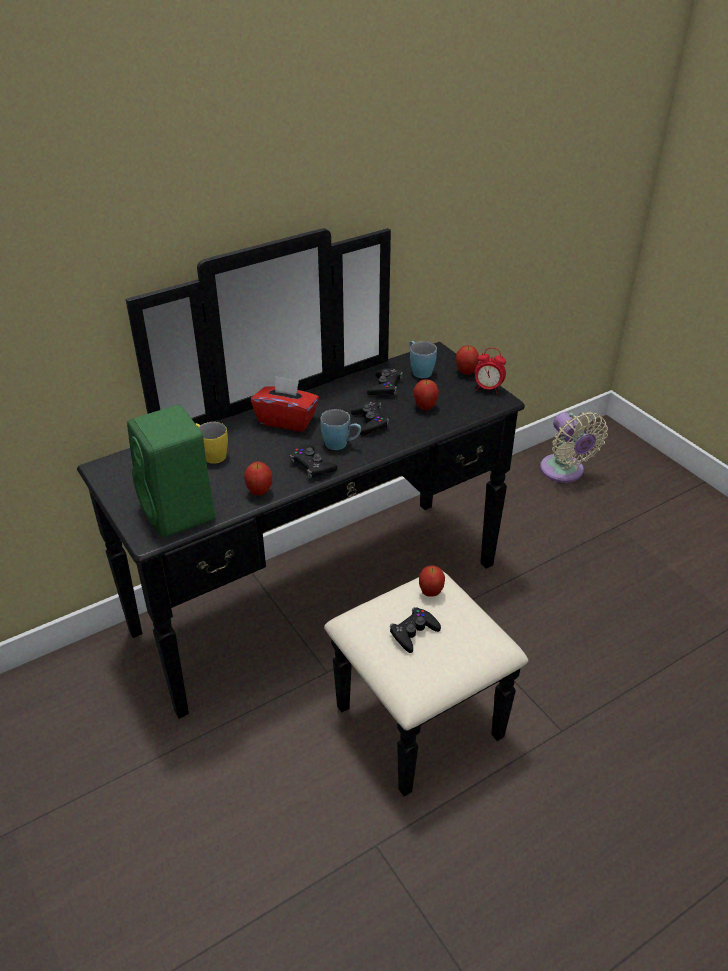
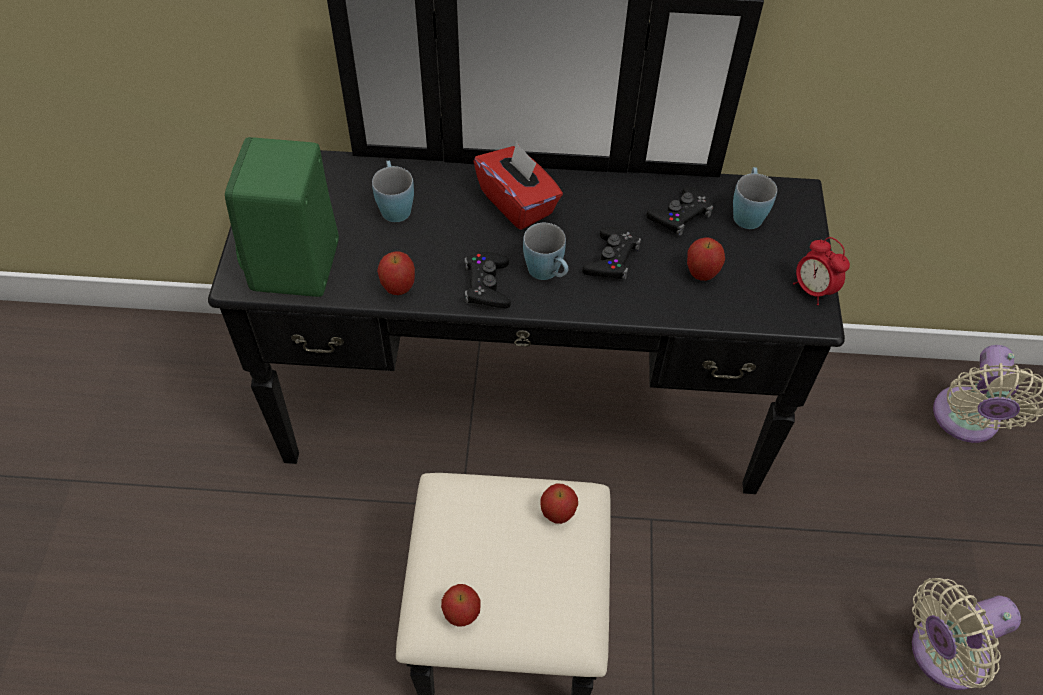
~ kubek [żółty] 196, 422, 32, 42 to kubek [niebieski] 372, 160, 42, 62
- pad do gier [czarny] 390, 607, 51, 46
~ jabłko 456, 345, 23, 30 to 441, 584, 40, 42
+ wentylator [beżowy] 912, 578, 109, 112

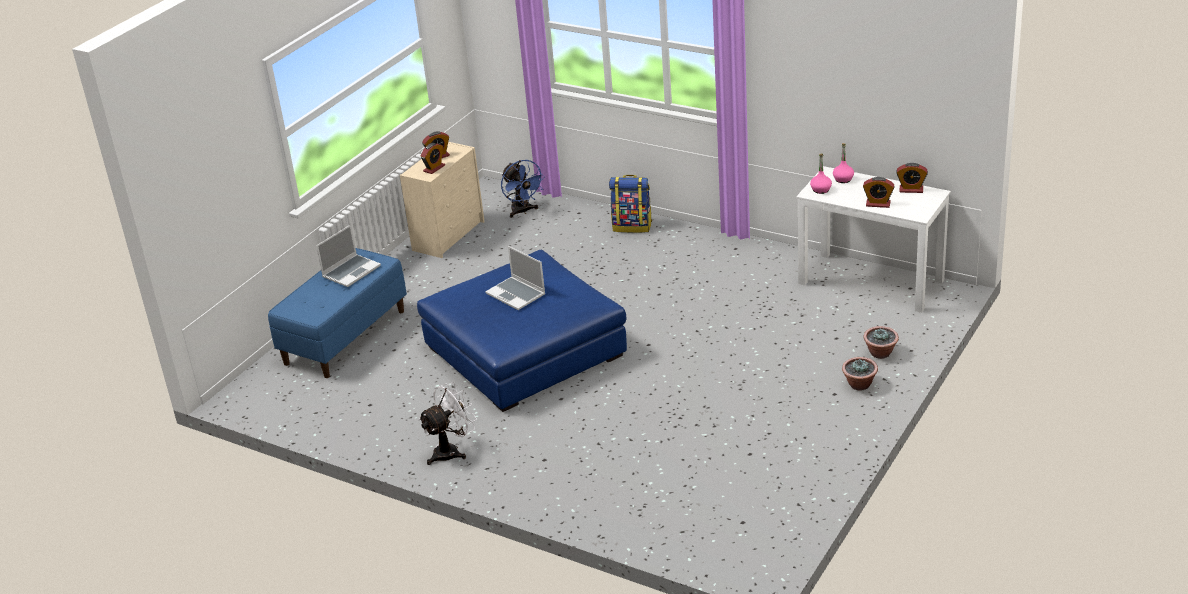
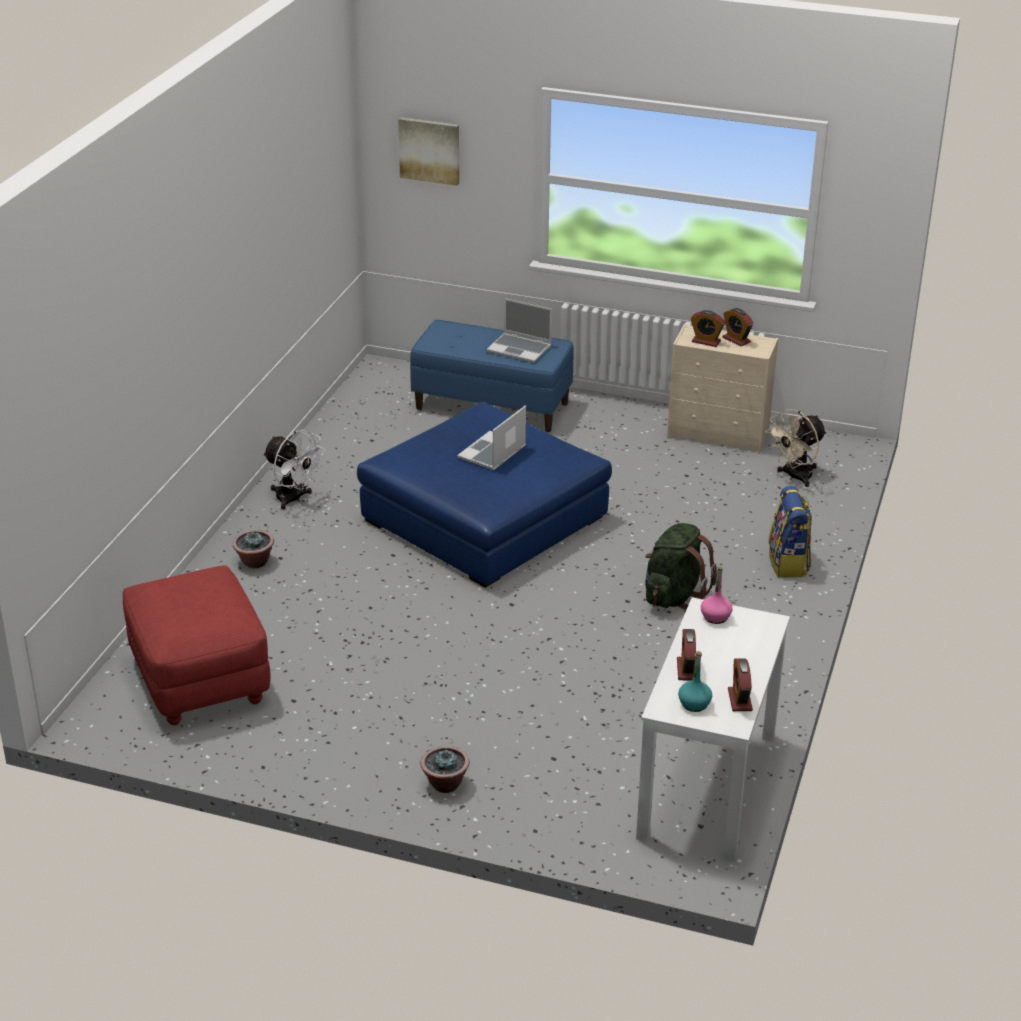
~ wentylator [niebieski] 501, 160, 44, 58 to wentylator [beżowy] 765, 409, 62, 78
- butelka [różowy] 833, 143, 21, 40
~ roślina doniczkowa 863, 326, 36, 33 to 233, 530, 41, 38
+ pufa [czerwony] 123, 565, 148, 160
+ obraz 398, 117, 61, 69
+ plecak [zielony] 645, 523, 72, 87
+ butelka [turkusowy] 678, 651, 34, 61

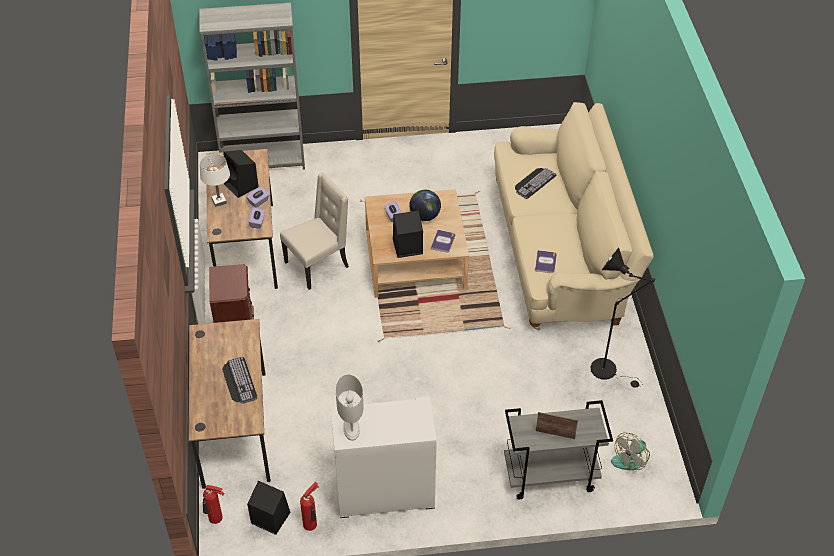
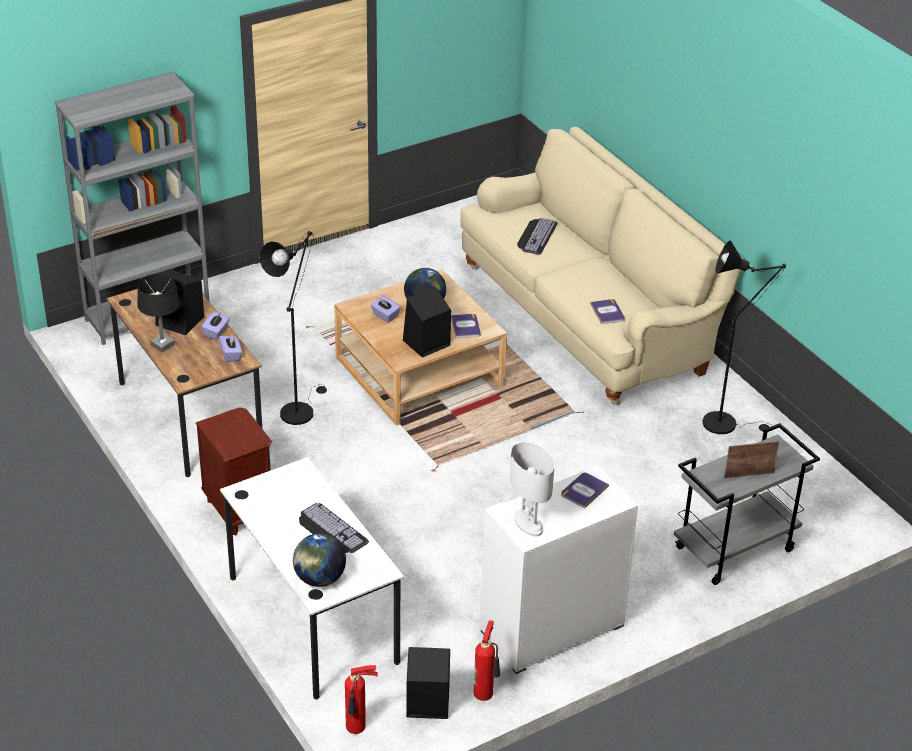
~ biurko [brązowy] 189, 319, 82, 170 to biurko [biały] 220, 457, 184, 243
~ lampa stołowa [biały] 200, 154, 30, 53 to lampa stołowa [czarny] 137, 274, 43, 78
~ krzesło [beżowy] 280, 173, 69, 117 to lampa stojąca [czarny] 260, 231, 67, 194
- wentylator 611, 433, 39, 37
+ globus 293, 533, 53, 54
+ książka 561, 472, 48, 37

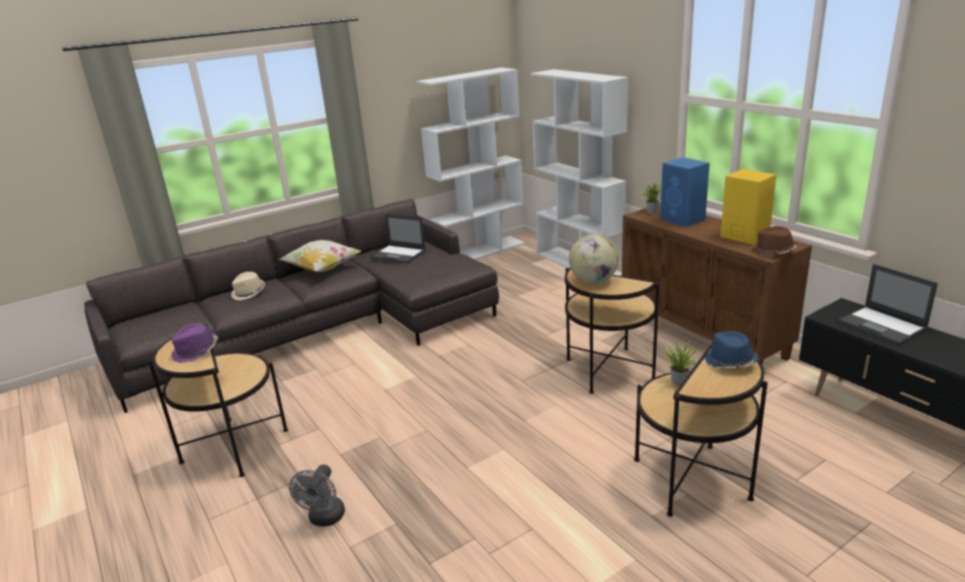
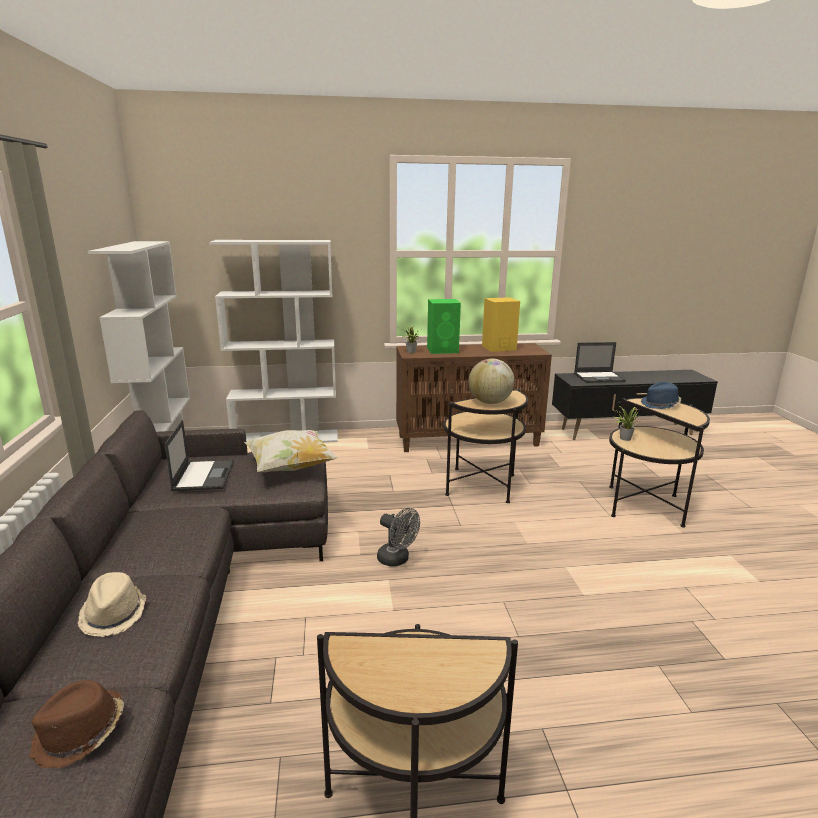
- kapelusz [fioletowy] 171, 323, 47, 40
~ poduszka 279, 240, 82, 32 to 244, 430, 94, 42
~ wentylator [szary] 289, 465, 56, 61 to 377, 508, 43, 59
~ laptop 370, 214, 56, 50 = 165, 420, 69, 71 60 degrees counterclockwise
~ głośnik [niebieski] 660, 157, 50, 70 to głośnik [zielony] 427, 299, 34, 55
~ kapelusz [brązowy] 751, 226, 47, 30 to 29, 680, 95, 88

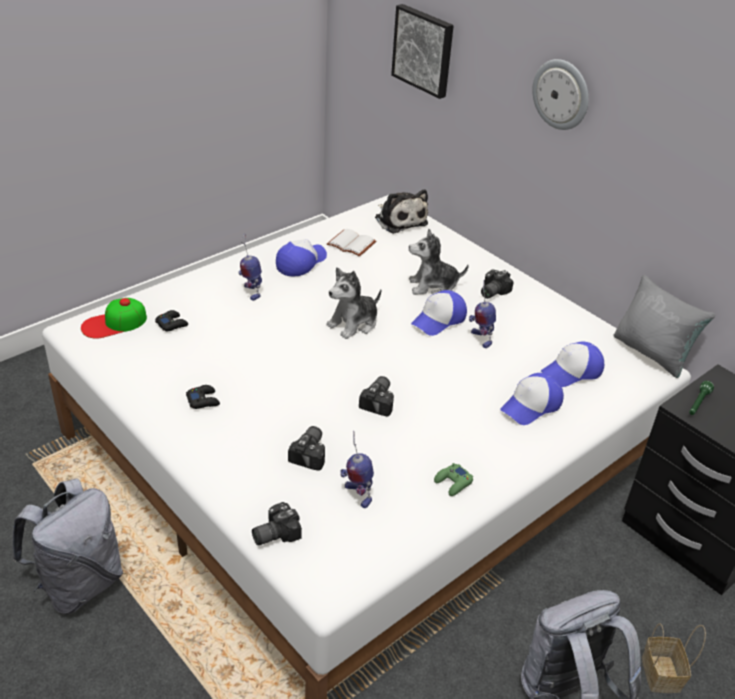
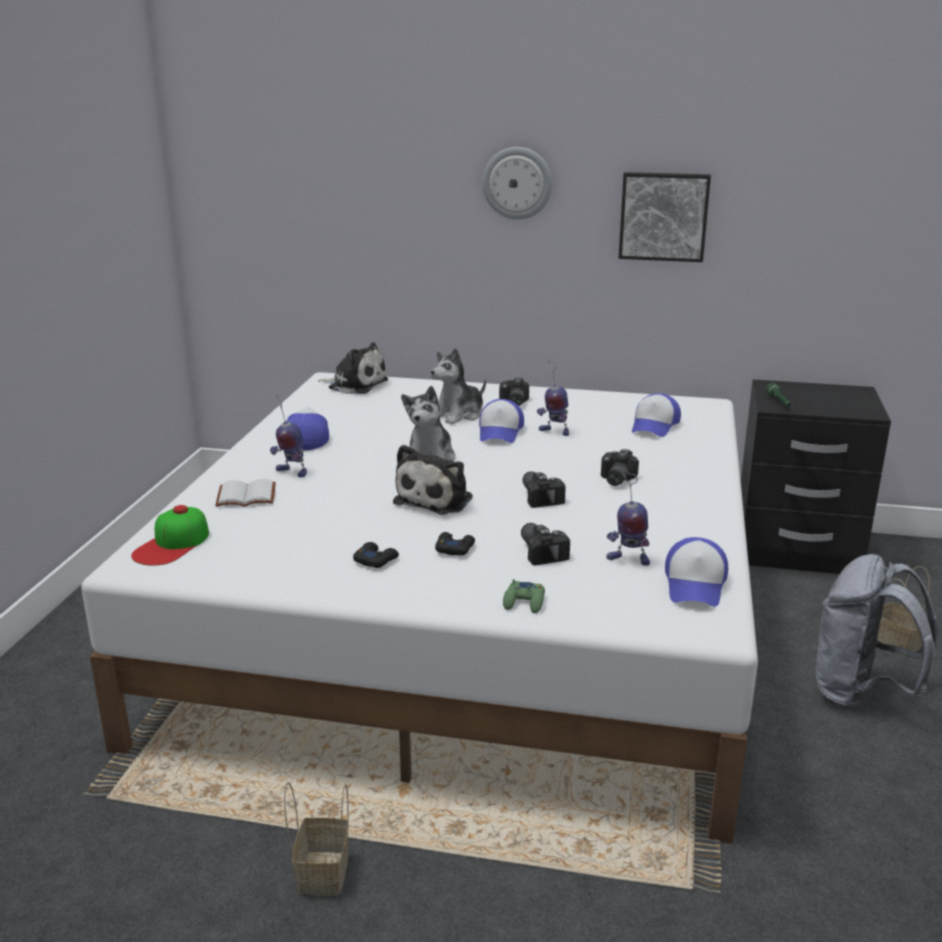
~ plecak [szary] 12, 478, 111, 136 to koszyk 284, 782, 65, 114
~ pad do gier [czarny] 155, 310, 33, 22 to 435, 532, 40, 23
~ aparat fotograficzny 252, 502, 50, 43 to 601, 449, 38, 37
~ książka [biały] 327, 229, 49, 28 to 215, 479, 61, 28
~ obraz 391, 4, 63, 95 to 619, 172, 92, 90
~ pad do gier [zielony] 434, 463, 39, 33 to 503, 579, 42, 34
~ czapka z daszkiem 500, 373, 64, 52 to 665, 537, 63, 70
- poduszka [szary] 613, 275, 103, 103
+ pluszak 393, 445, 80, 69

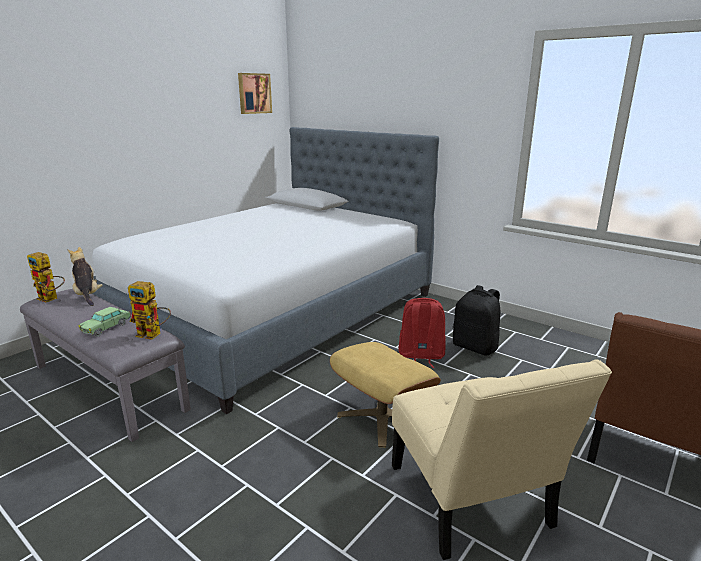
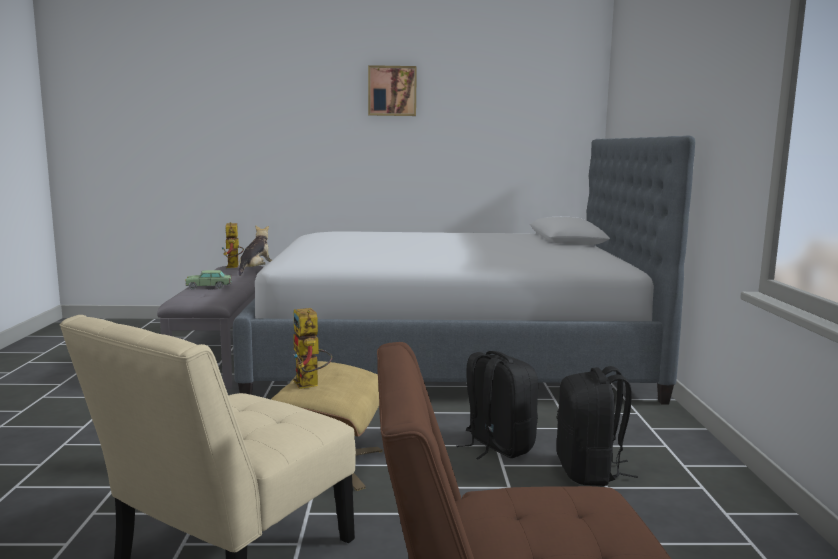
~ robot zabawkowy 128, 281, 43, 58 to 293, 308, 39, 81
~ obraz 238, 73, 34, 41 to 368, 65, 49, 51
~ plecak [czerwony] 398, 298, 48, 70 to plecak [czarny] 456, 351, 82, 109

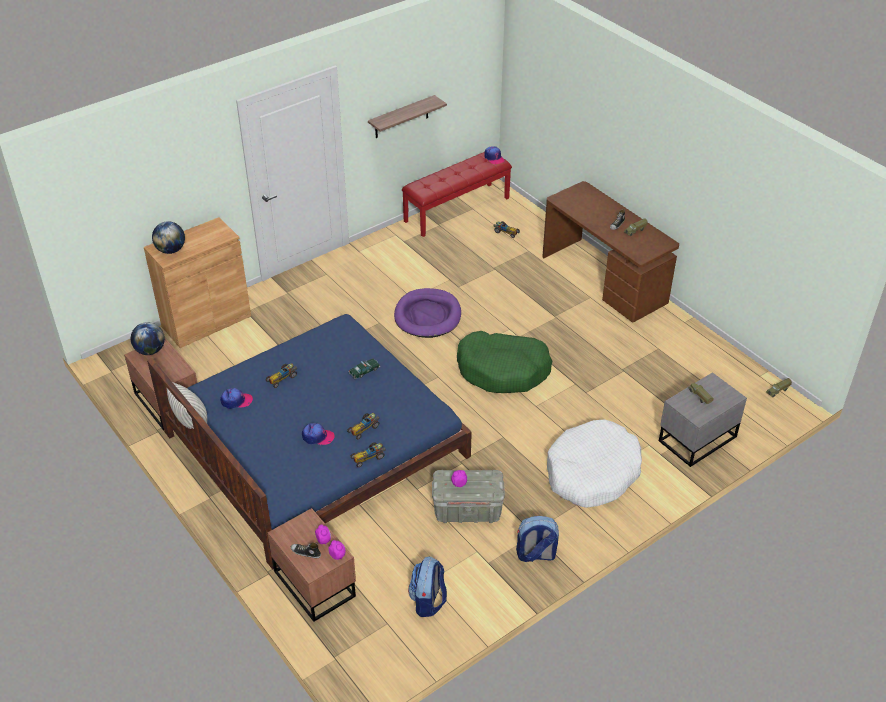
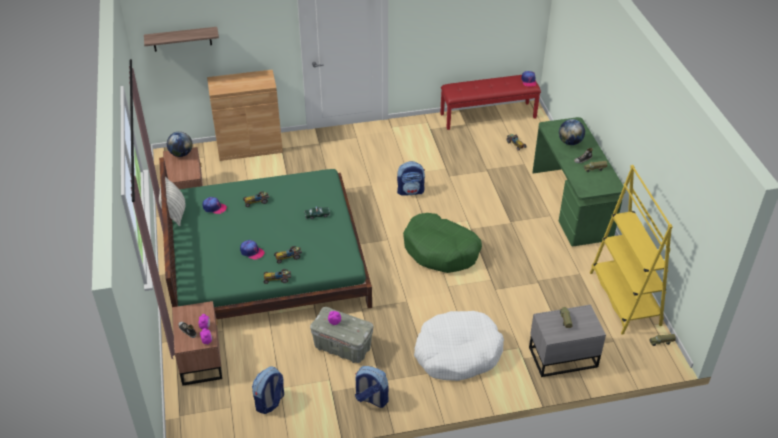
~ łóżko [niebieski] 147, 314, 325, 256 to łóżko [zielony] 159, 157, 213, 162
~ globus 152, 221, 33, 33 to 559, 119, 26, 26
~ półka 368, 95, 79, 43 to 144, 27, 75, 25
~ legowisko [fioletowy] 394, 288, 67, 50 to plecak 397, 161, 28, 35
~ biurko [brązowy] 542, 181, 137, 141 to biurko [zielony] 532, 117, 94, 129
+ regał [żółty] 590, 165, 82, 169

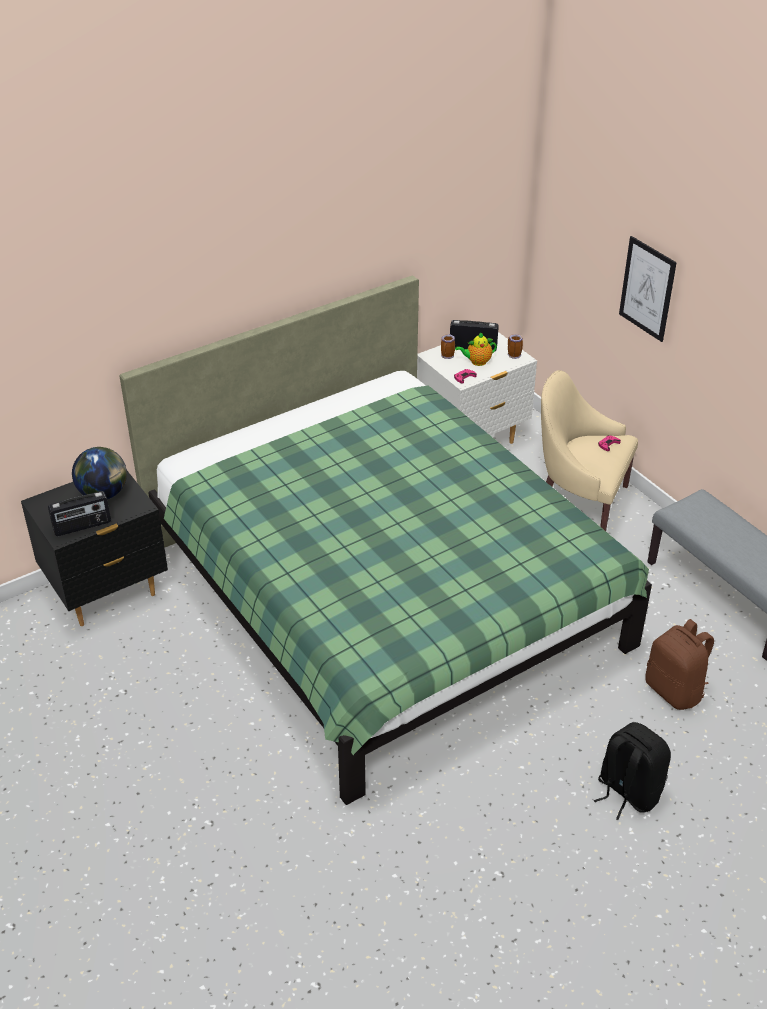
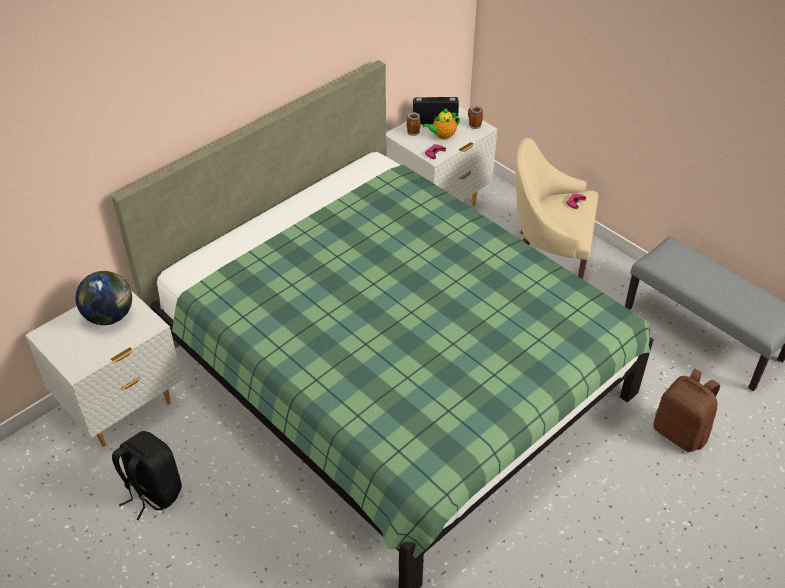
~ szafka nocna [czarny] 21, 471, 147, 155 to szafka nocna [biały] 26, 291, 156, 156
- radio 48, 491, 63, 45
~ plecak [czarny] 594, 722, 77, 98 to 112, 431, 70, 89
- obraz 619, 236, 58, 106

